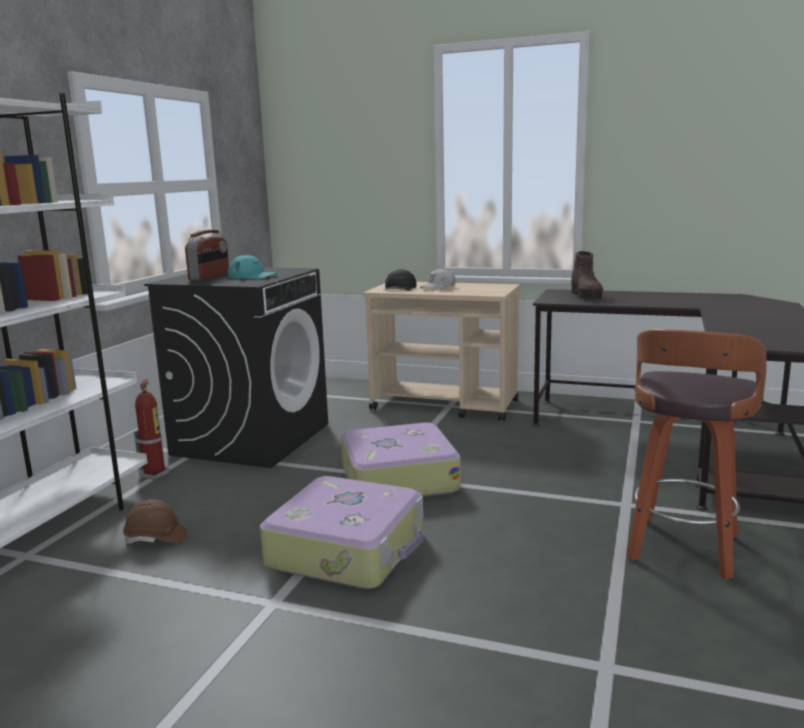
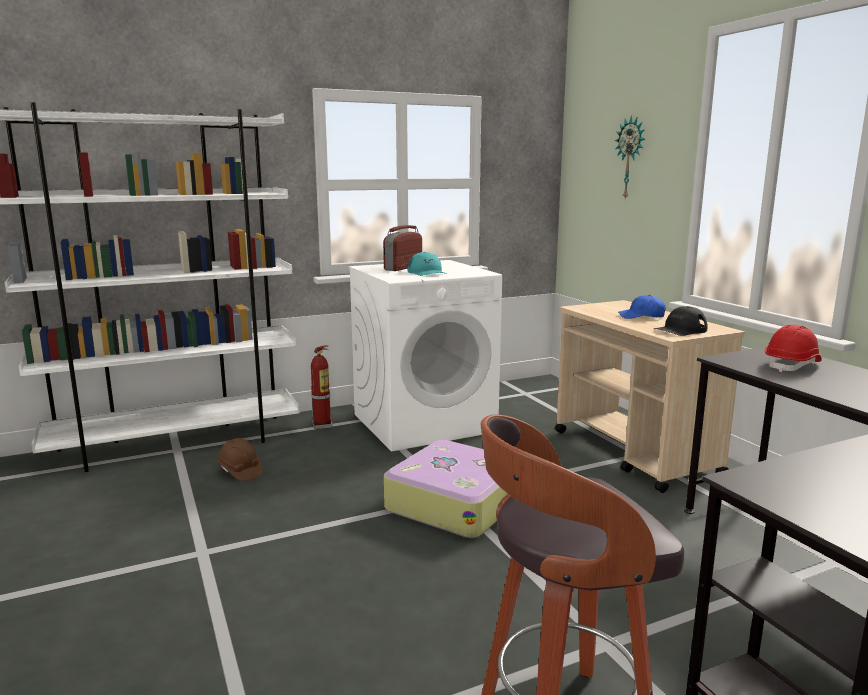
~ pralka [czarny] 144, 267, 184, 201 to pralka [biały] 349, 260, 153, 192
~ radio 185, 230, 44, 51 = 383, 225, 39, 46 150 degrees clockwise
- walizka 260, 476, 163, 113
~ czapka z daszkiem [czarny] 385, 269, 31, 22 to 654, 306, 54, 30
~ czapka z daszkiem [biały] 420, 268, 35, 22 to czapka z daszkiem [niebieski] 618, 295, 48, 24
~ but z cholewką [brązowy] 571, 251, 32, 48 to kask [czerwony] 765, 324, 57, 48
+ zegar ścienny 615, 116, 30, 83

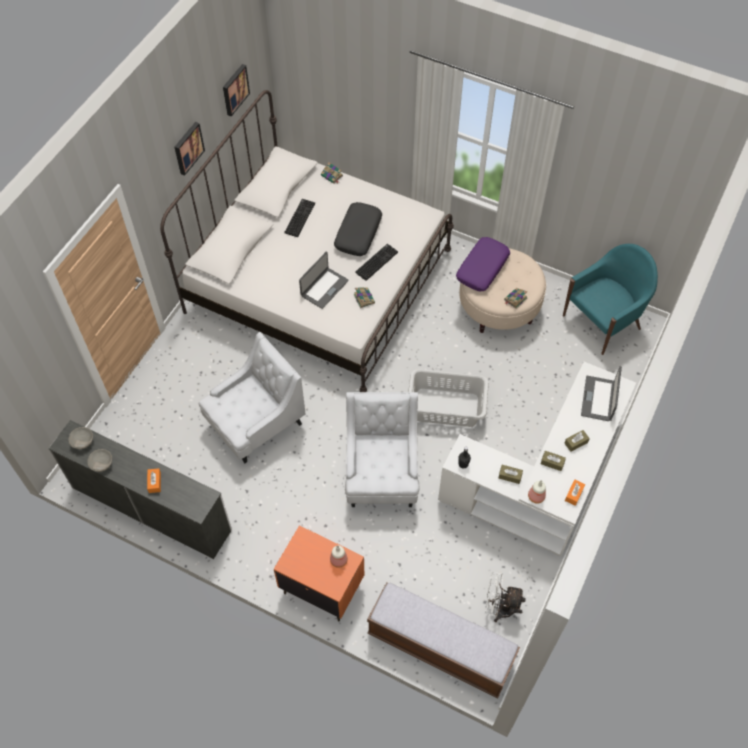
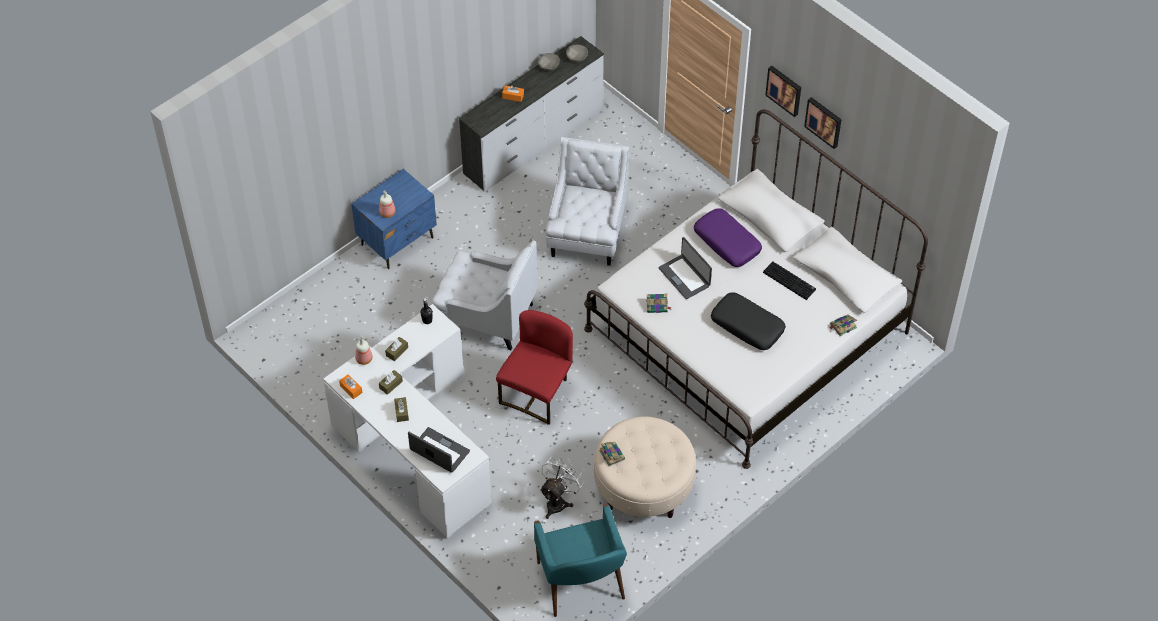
~ fotel [biały] 199, 332, 107, 131 = 545, 137, 84, 129 150 degrees counterclockwise
~ obraz 223, 64, 27, 52 to 765, 66, 36, 51
~ szafka nocna [pomarańczowy] 274, 525, 90, 96 to szafka nocna [niebieski] 351, 169, 86, 100
- klawiatura 355, 244, 43, 37
- ławka 367, 582, 153, 117
~ kosz na pranie [szary] 408, 369, 81, 58 to krzesło [czerwony] 496, 310, 77, 115
~ poduszka [fioletowy] 456, 237, 54, 55 to 694, 208, 68, 59
~ wentylator [biały] 485, 572, 41, 50 to 540, 457, 44, 62

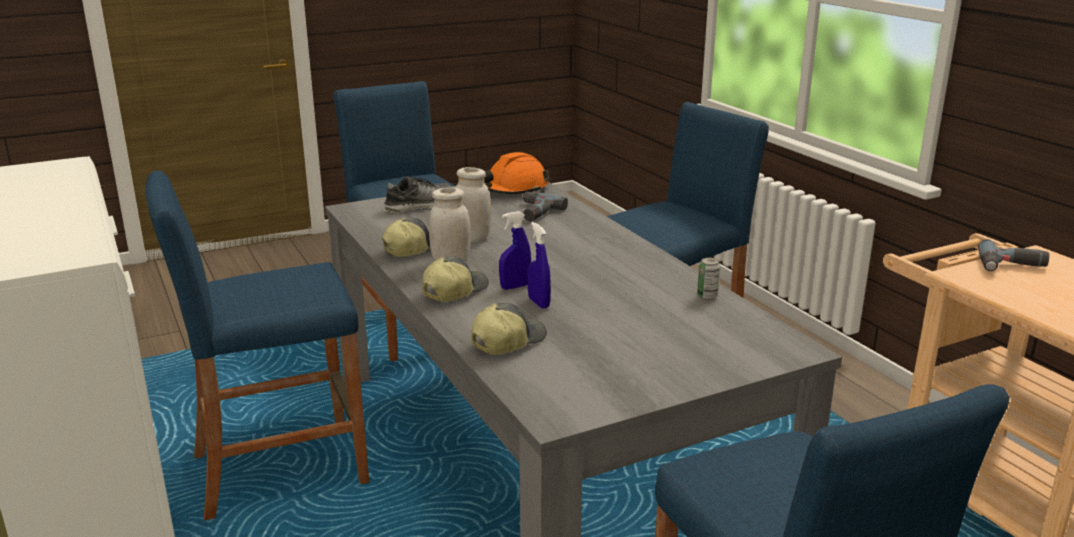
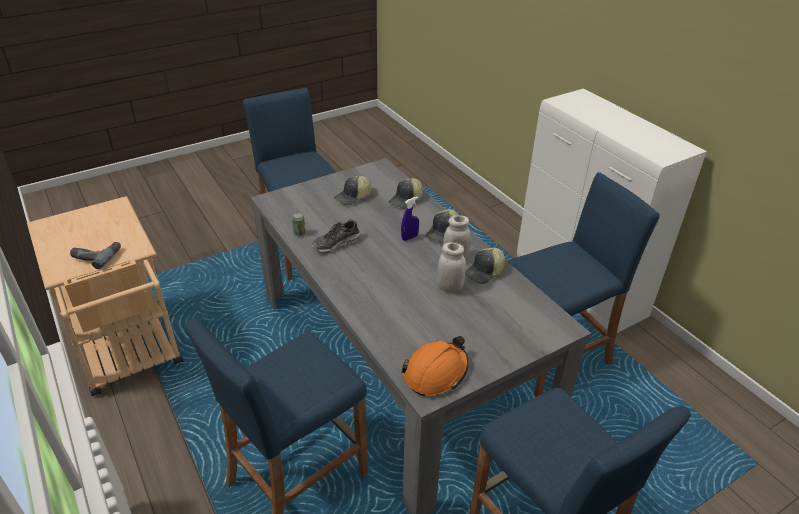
~ but 384, 176, 67, 38 to 312, 219, 48, 34
- wiertarka 522, 192, 46, 29
- spryskiwacz [niebieski] 528, 222, 23, 87
+ czapka z daszkiem 334, 176, 37, 29

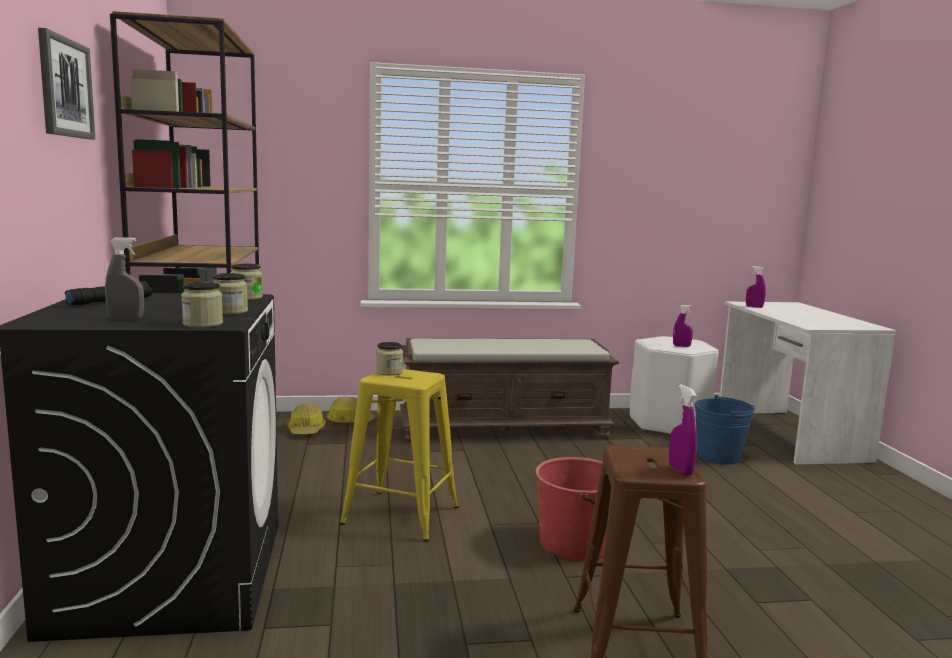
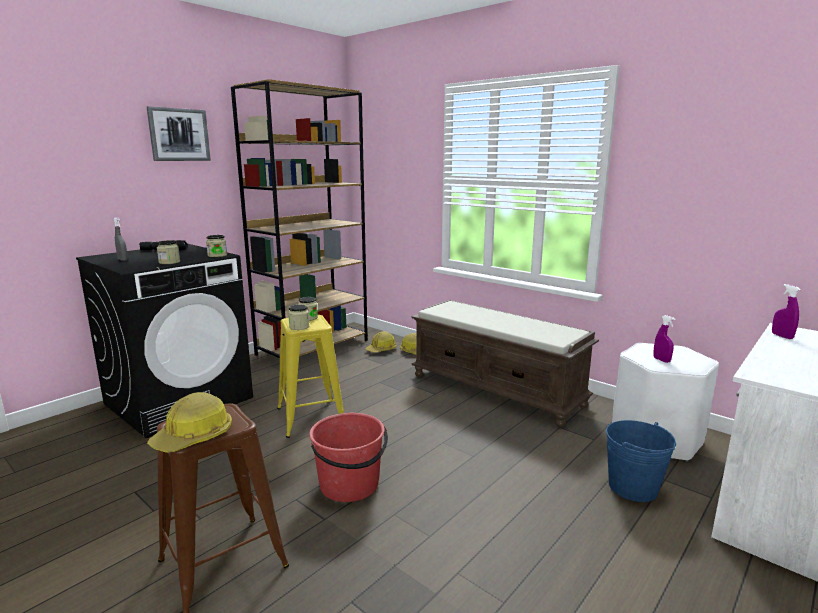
~ słoik 181, 282, 42, 46 to 288, 305, 21, 25
~ spryskiwacz [fioletowy] 669, 385, 28, 91 to kask 147, 392, 85, 61

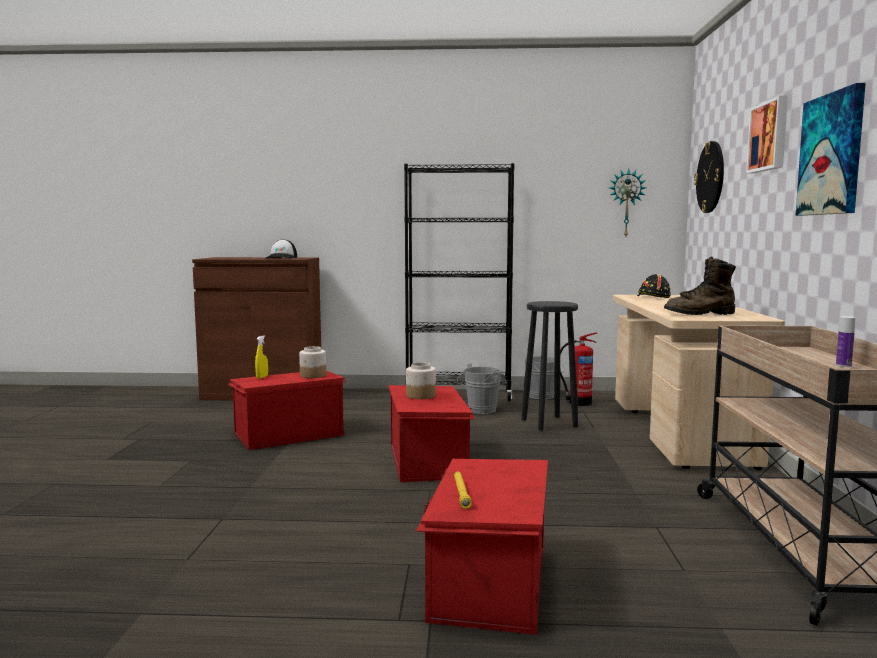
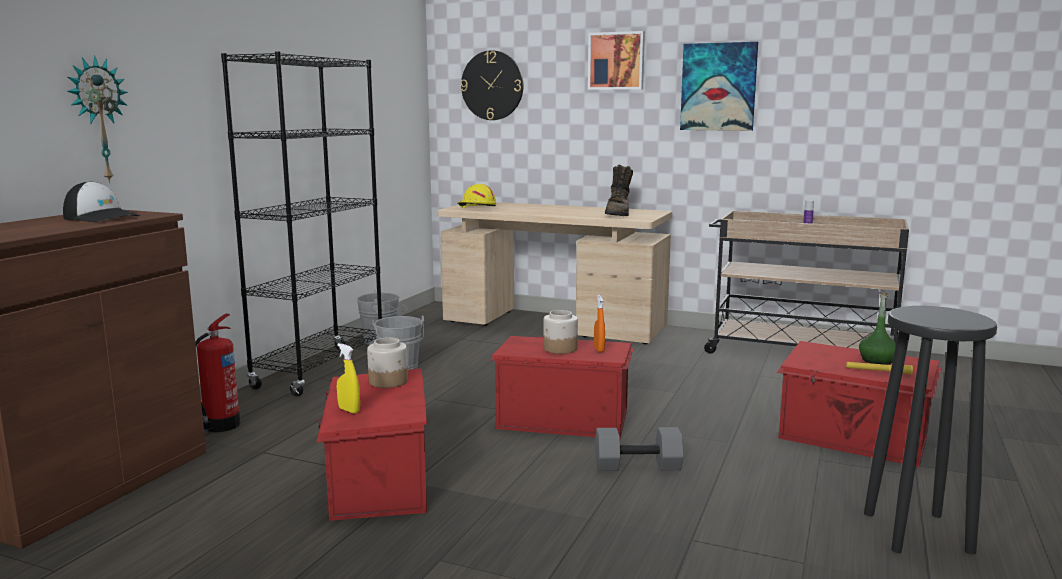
~ stołek [czarny] 521, 301, 57, 130 to 864, 306, 133, 248
~ gaśnica 560, 333, 37, 73 to 195, 314, 45, 118
~ zegar ścienny 610, 169, 36, 67 to 67, 55, 61, 128
~ kask [czarny] 637, 274, 34, 24 to kask [żółty] 457, 184, 39, 24
+ spryskiwacz [pomarańczowy] 594, 295, 11, 57
+ hantel [szary] 595, 427, 89, 44
+ butelka [zielony] 859, 292, 37, 73

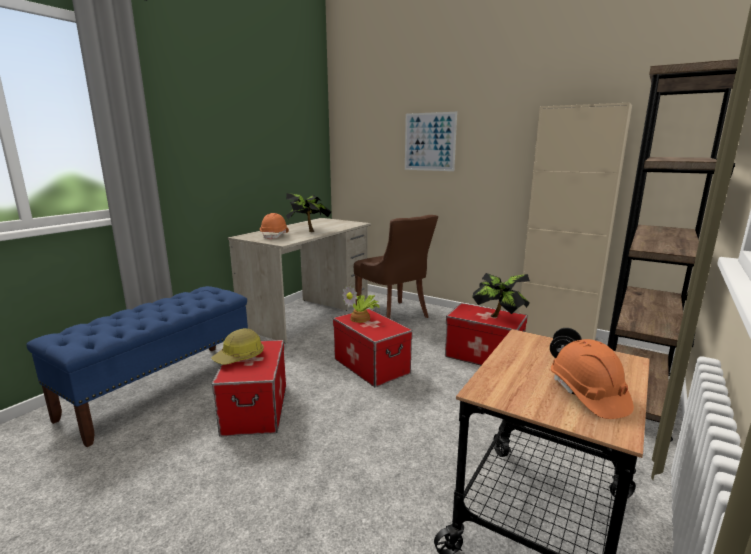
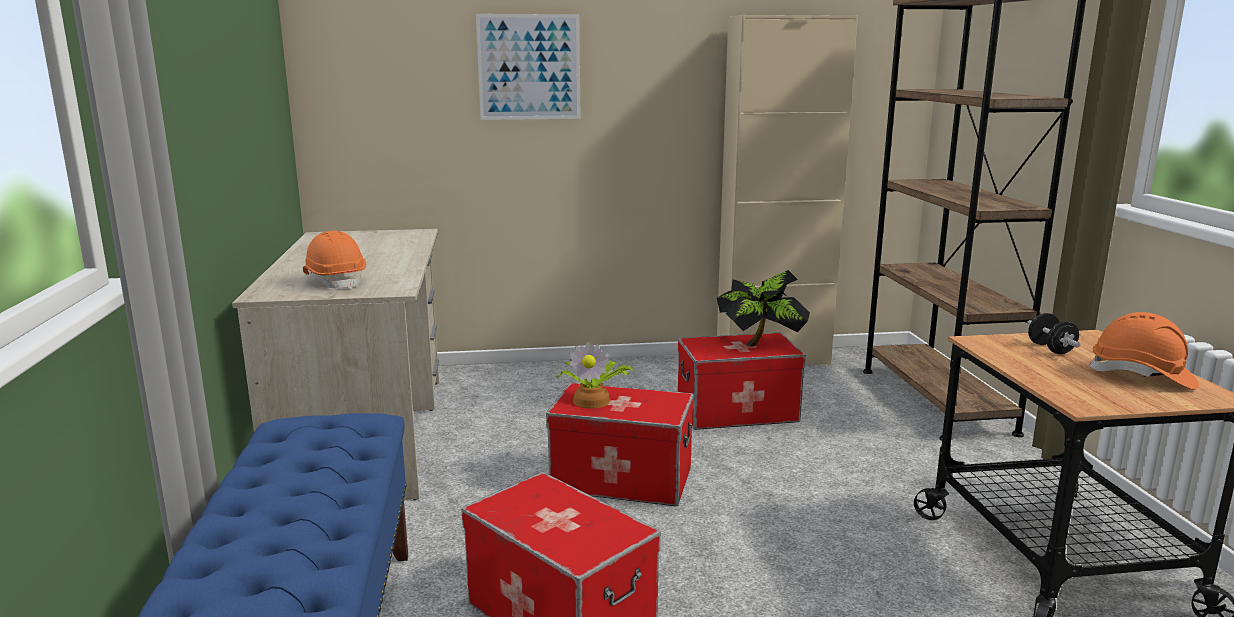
- kask 211, 328, 53, 37
- roślina doniczkowa 286, 193, 45, 39
- krzesło [brązowy] 354, 215, 84, 104

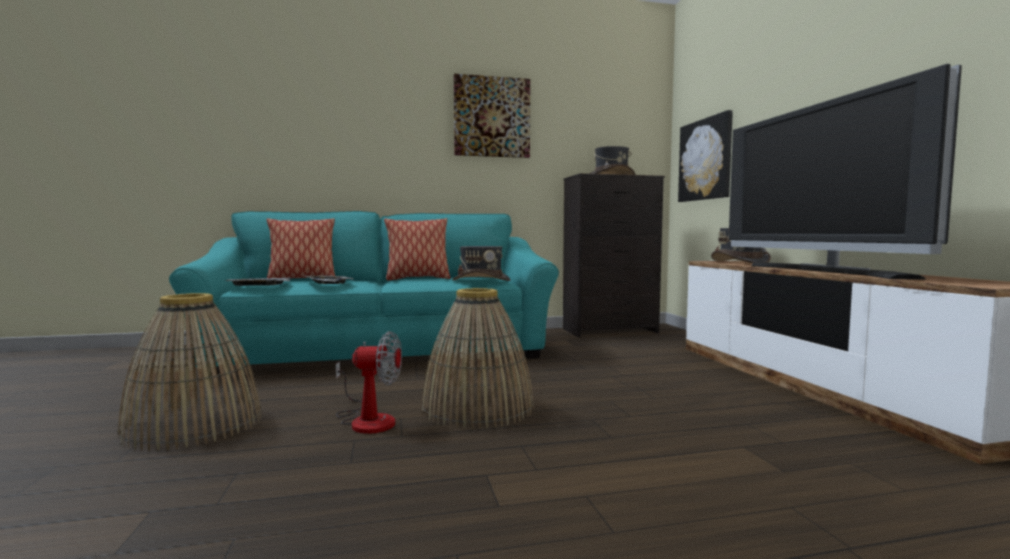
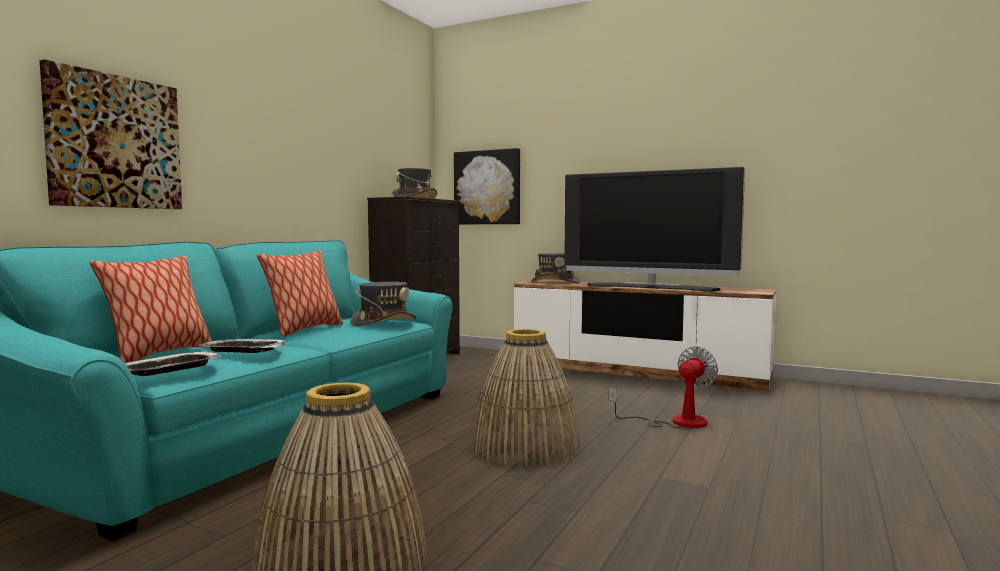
~ wentylator 336, 331, 66, 103 to 608, 346, 110, 82
~ obraz 454, 74, 76, 84 to 39, 59, 143, 150

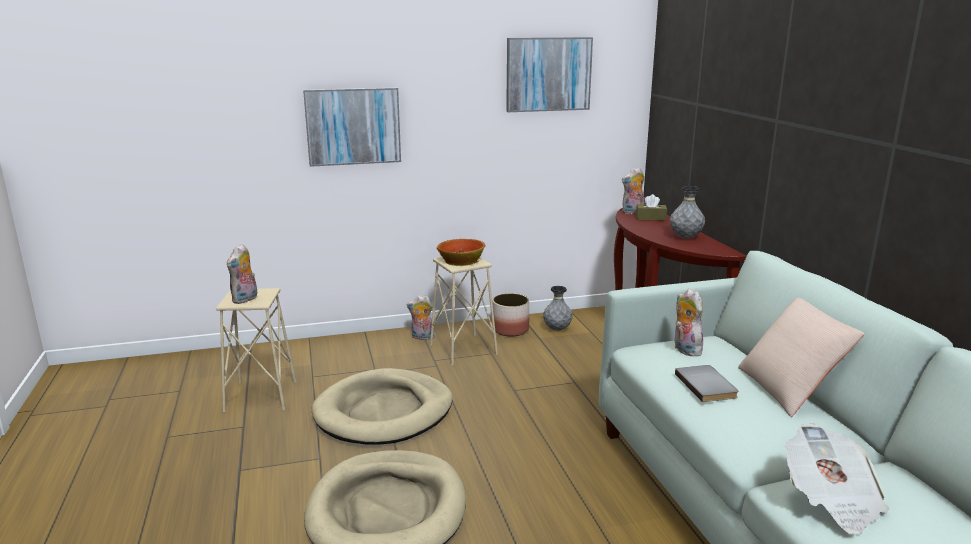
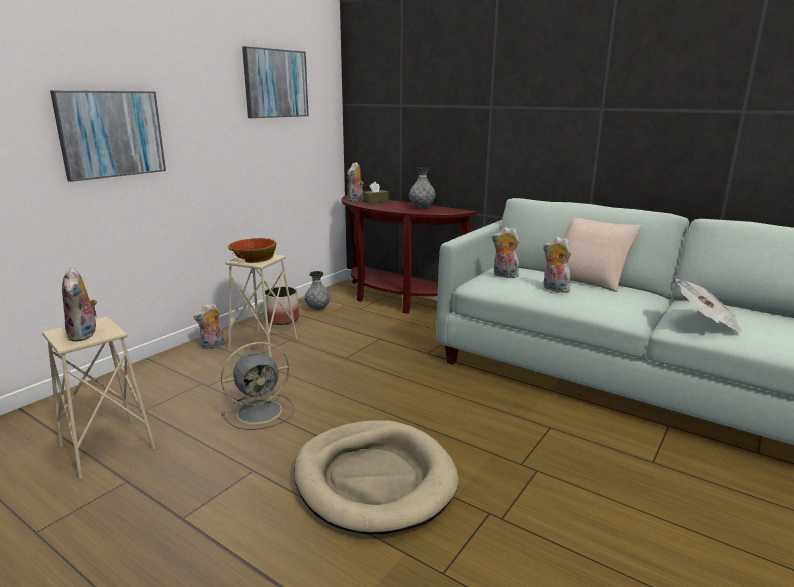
~ legowisko [beżowy] 312, 368, 141, 77 to wentylator [szary] 221, 342, 73, 88
~ książka [szary] 675, 365, 63, 37 to pluszak 543, 237, 28, 56

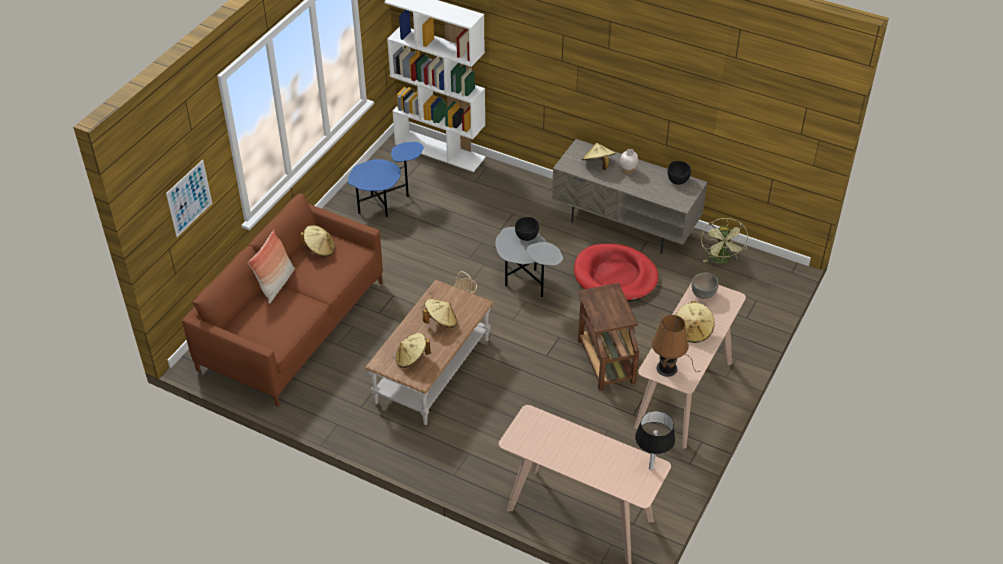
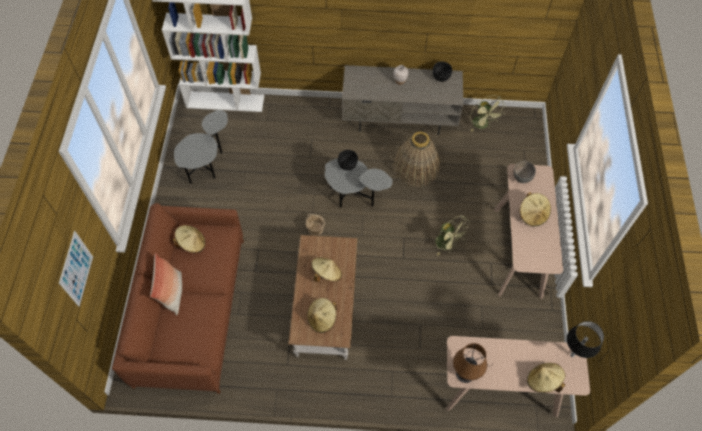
~ stolik [niebieski] 348, 142, 76, 75 to stolik [szary] 174, 110, 54, 74
~ legowisko [czerwony] 574, 244, 85, 58 to koszyk 393, 132, 47, 55
~ stolik [brązowy] 578, 283, 61, 108 to wentylator [zielony] 435, 215, 36, 41
~ kapelusz [beżowy] 582, 143, 34, 27 to 527, 363, 38, 30
~ lampa stołowa [brązowy] 652, 315, 48, 62 to 453, 343, 39, 40

